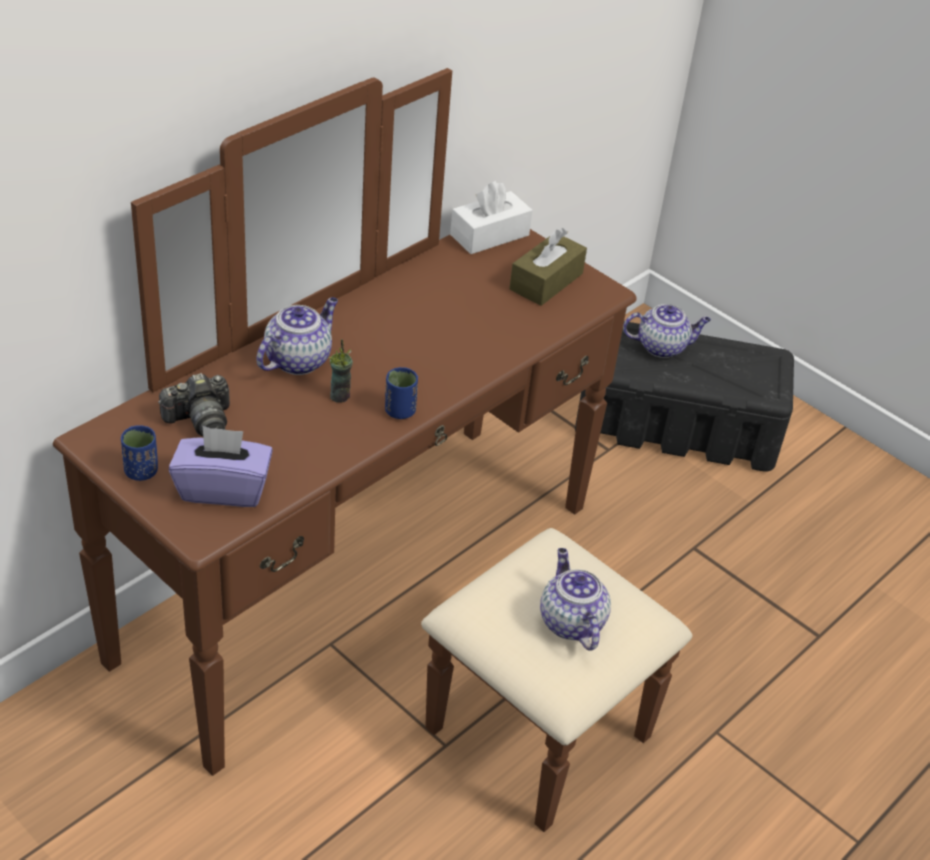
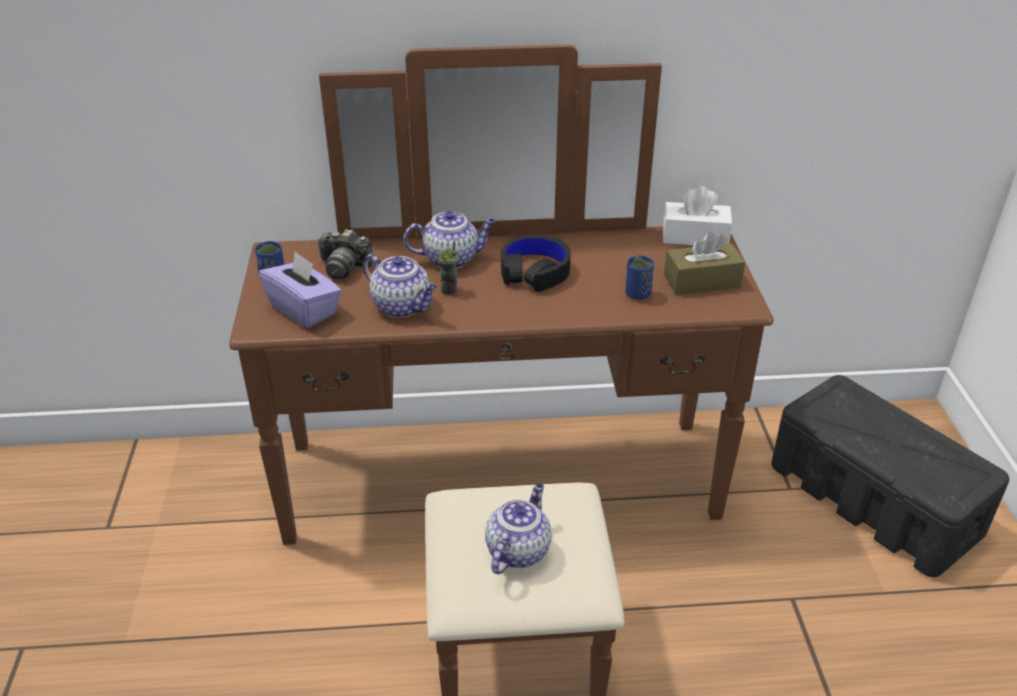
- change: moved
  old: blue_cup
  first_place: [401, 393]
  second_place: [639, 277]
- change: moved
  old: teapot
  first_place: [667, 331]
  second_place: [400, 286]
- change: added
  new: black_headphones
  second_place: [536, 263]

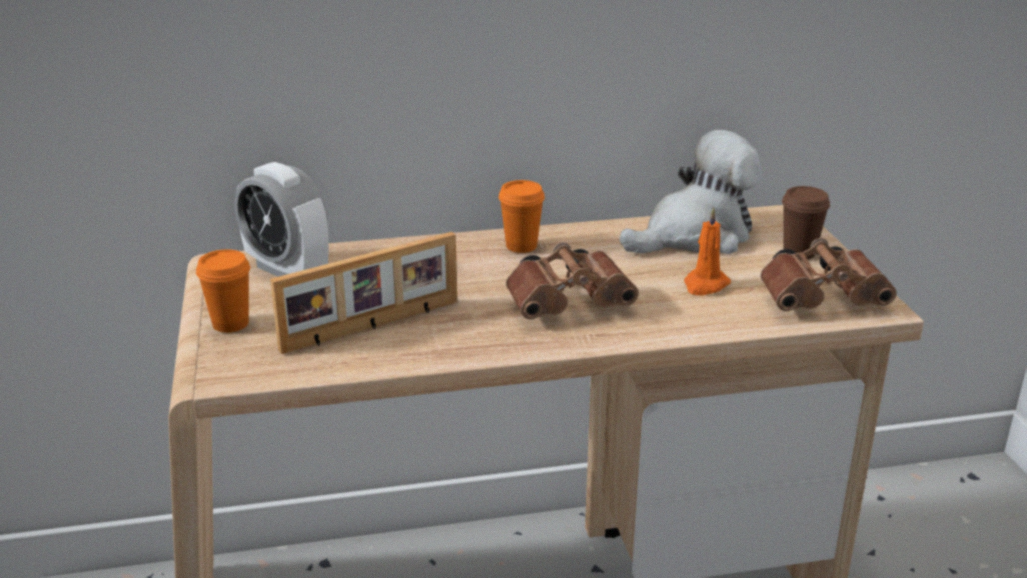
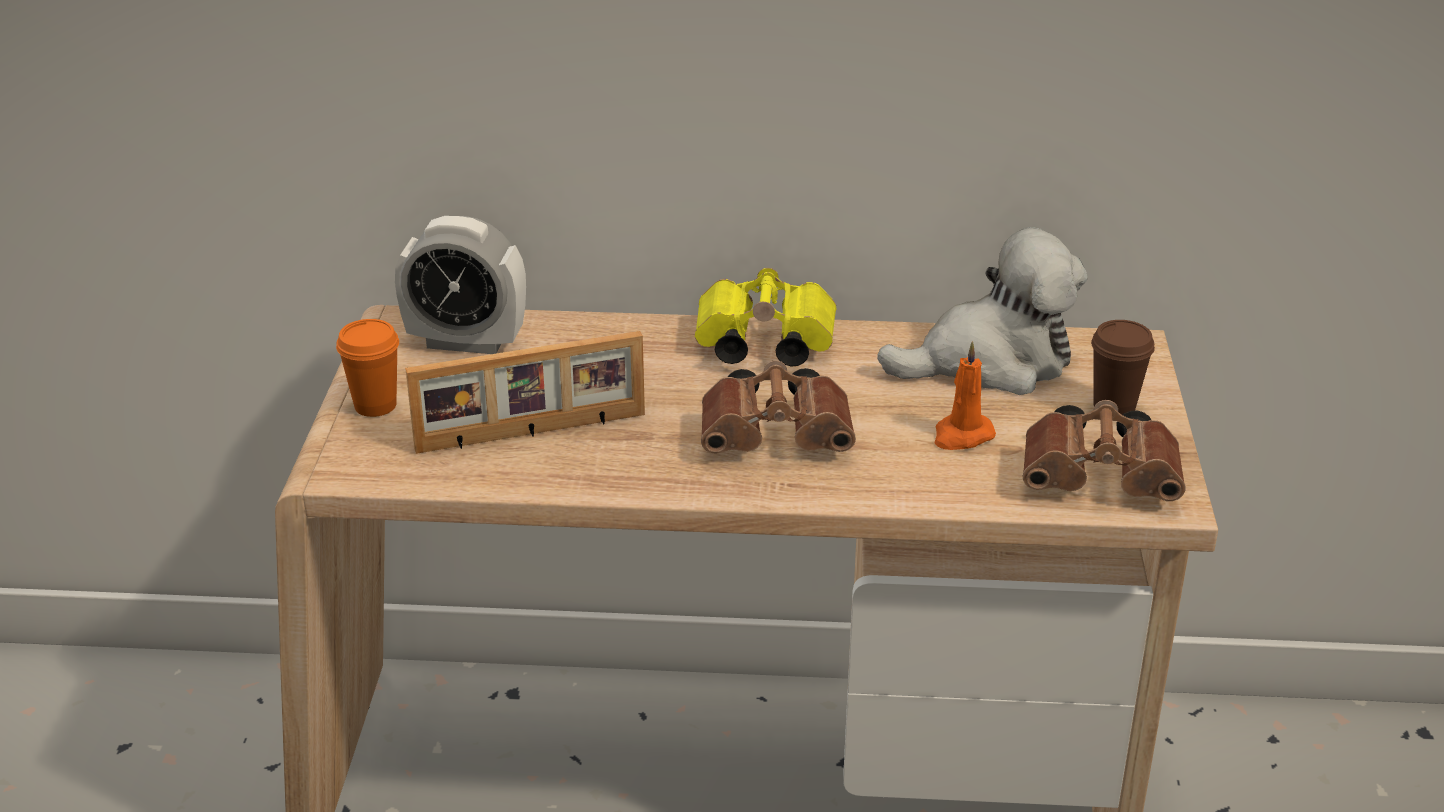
- change: turned
  old: alarm_clock
  first_place: [281, 219]
  second_place: [460, 285]
  degrees: -45
- change: replaced
  old: orange_cup
  new: yellow_binoculars
  first_place: [522, 216]
  second_place: [766, 317]

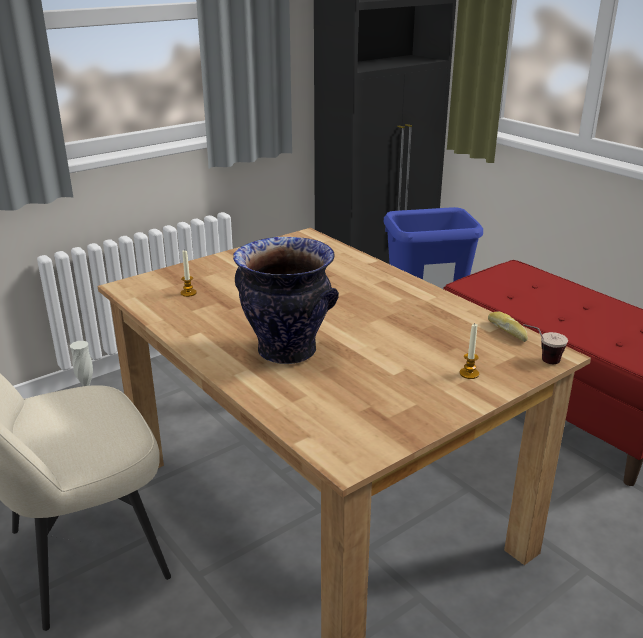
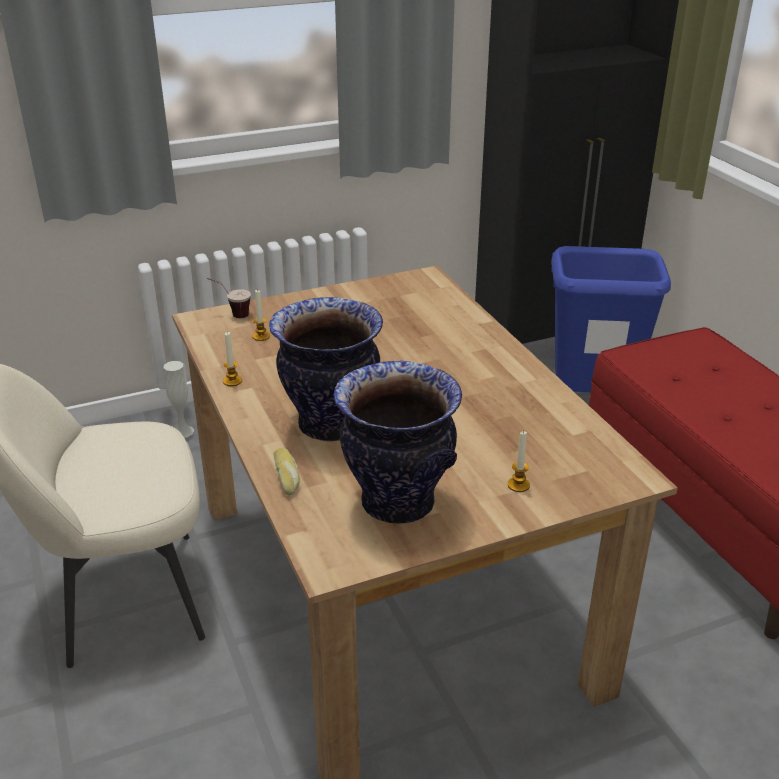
- change: moved
  old: bread
  first_place: [508, 327]
  second_place: [287, 472]
- change: moved
  old: cup
  first_place: [545, 344]
  second_place: [229, 298]
- change: added
  new: candle
  second_place: [232, 359]
- change: added
  new: vase
  second_place: [398, 442]

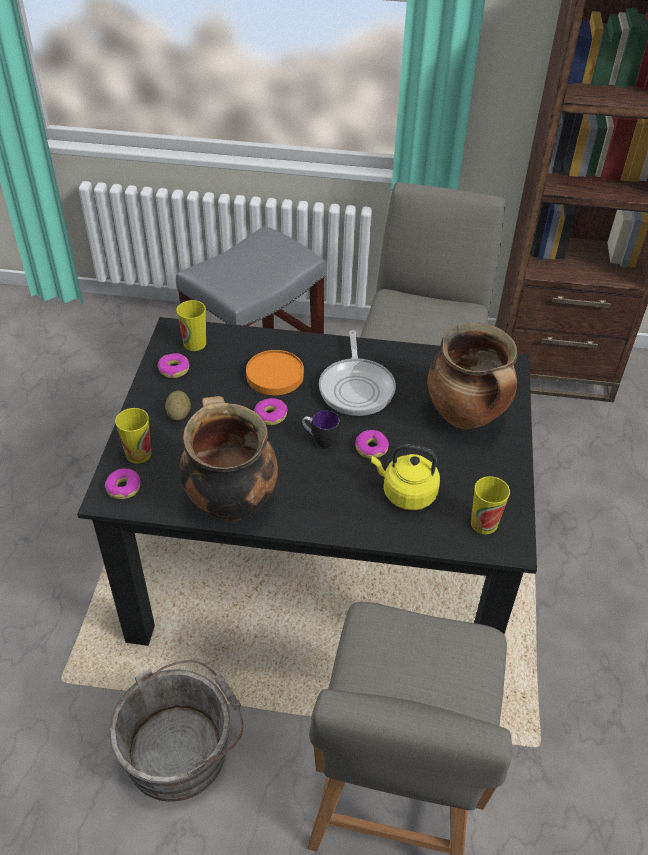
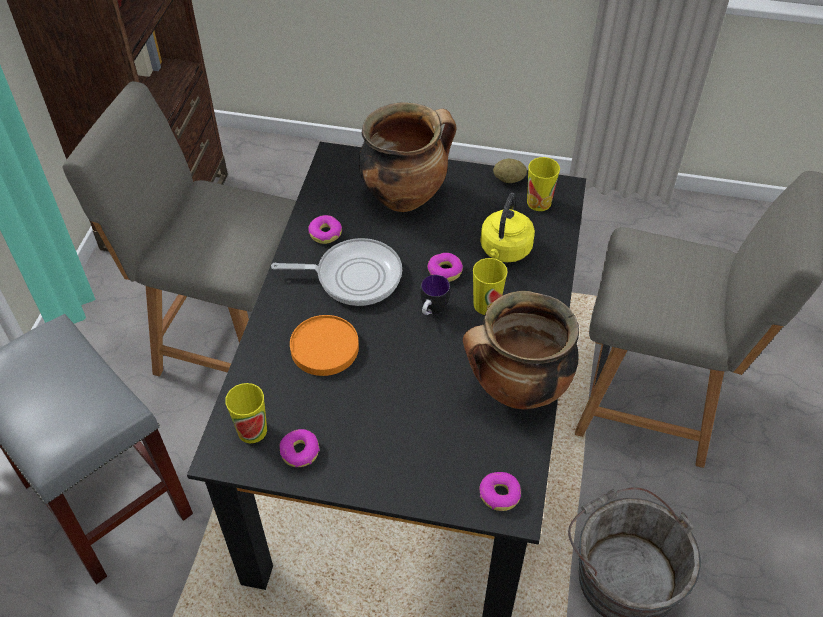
- change: moved
  old: cup
  first_place: [133, 436]
  second_place: [490, 286]
- change: moved
  old: potato
  first_place: [178, 405]
  second_place: [510, 171]
- change: moved
  old: donut
  first_place: [270, 411]
  second_place: [325, 229]

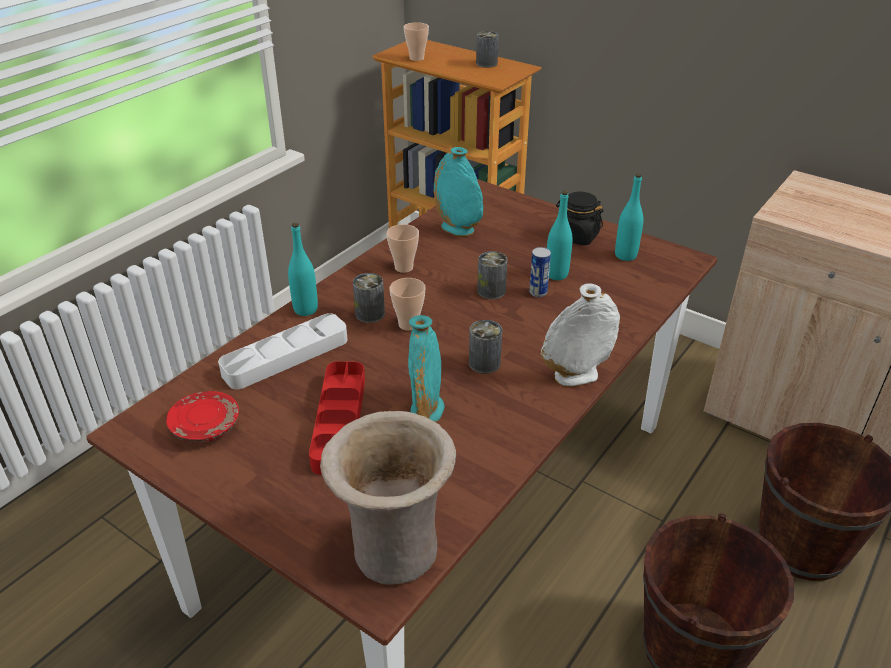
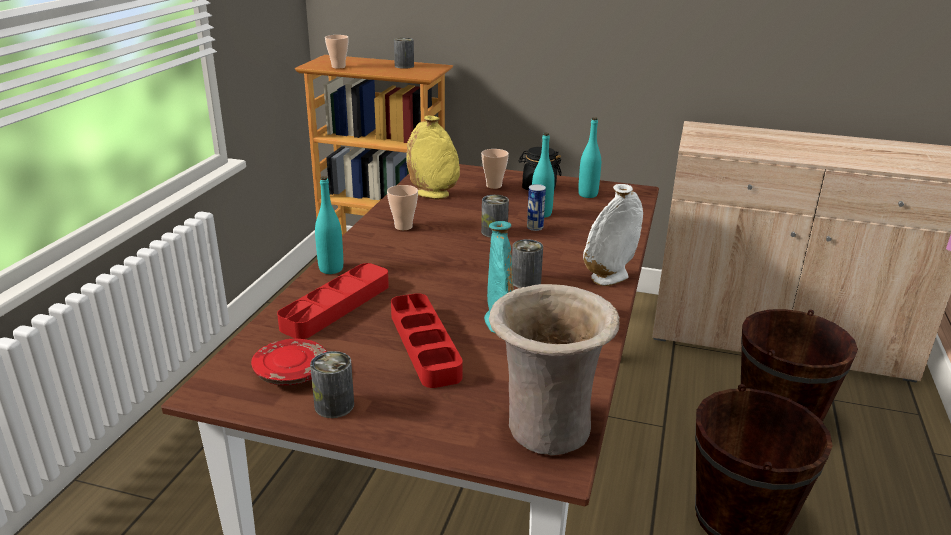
- change: recoloured
  old: white_tray
  new: red_tray
  first_place: [282, 351]
  second_place: [333, 301]
- change: moved
  old: can
  first_place: [369, 298]
  second_place: [332, 384]
- change: moved
  old: cup
  first_place: [407, 304]
  second_place: [495, 169]
- change: recoloured
  old: turquoise_vase
  new: yellow_vase
  first_place: [458, 192]
  second_place: [433, 158]

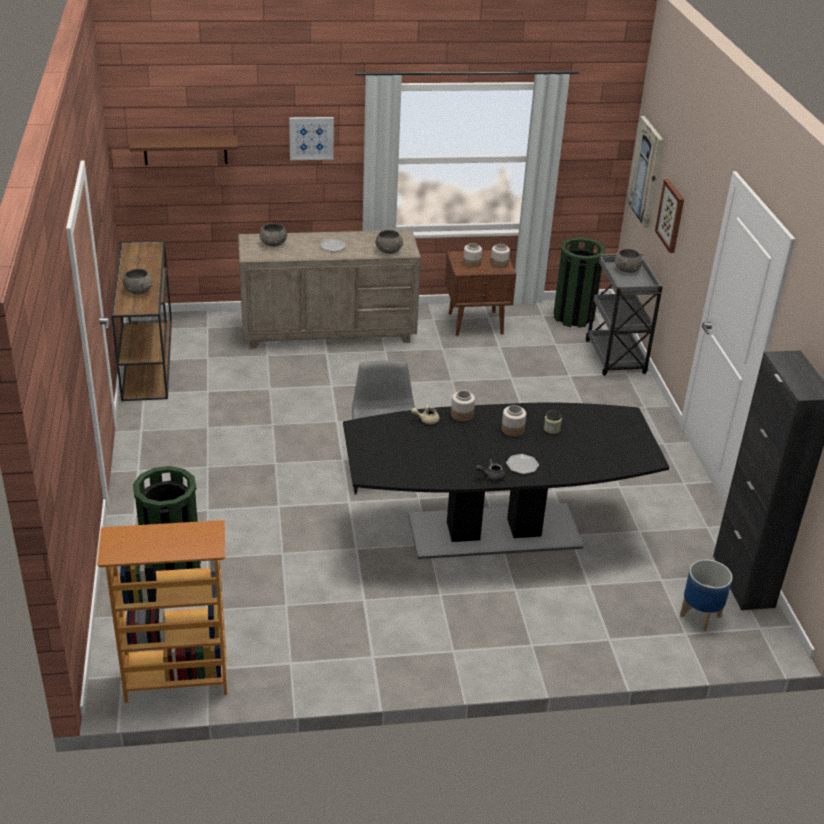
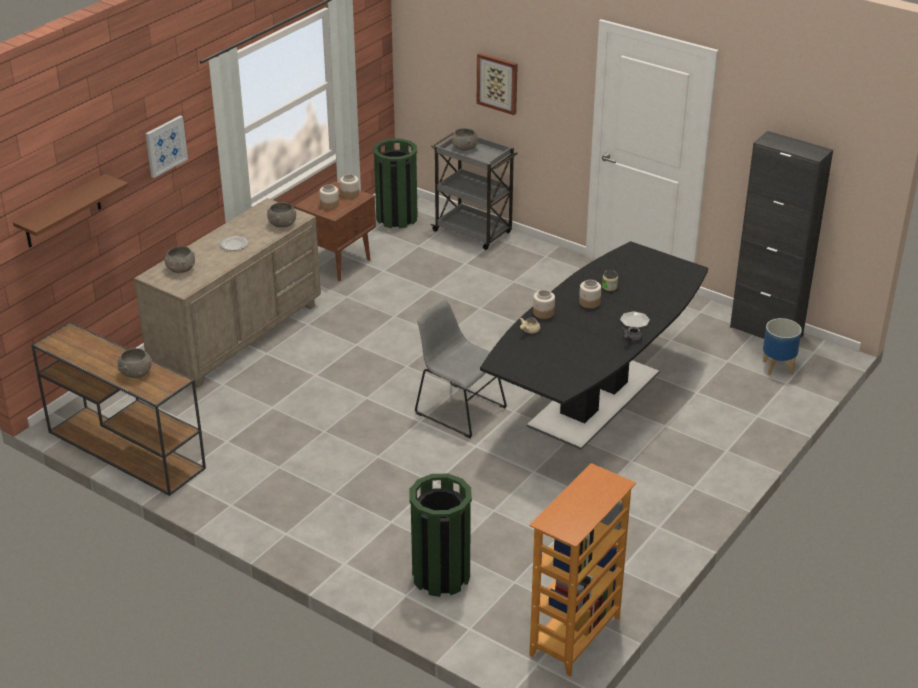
- change: removed
  old: picture
  first_place: [645, 172]

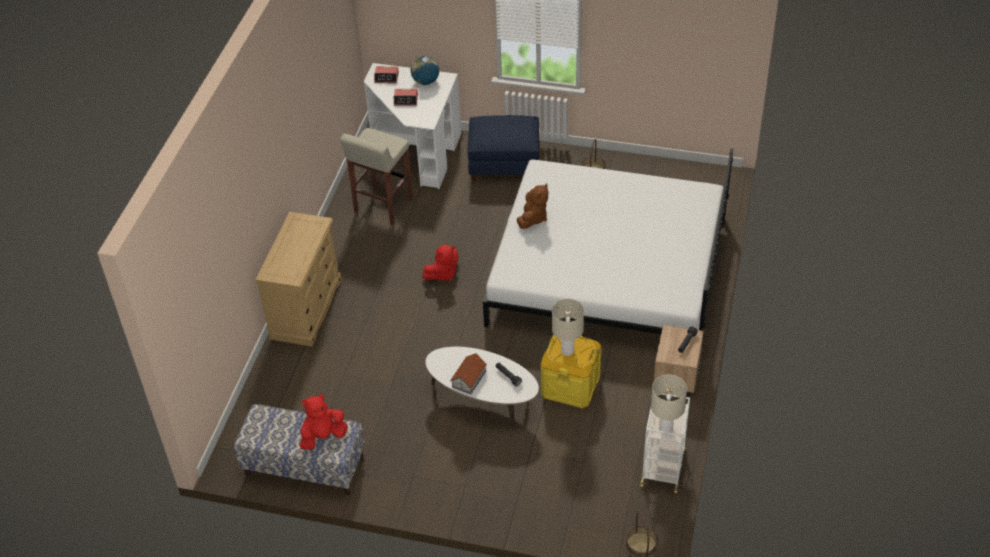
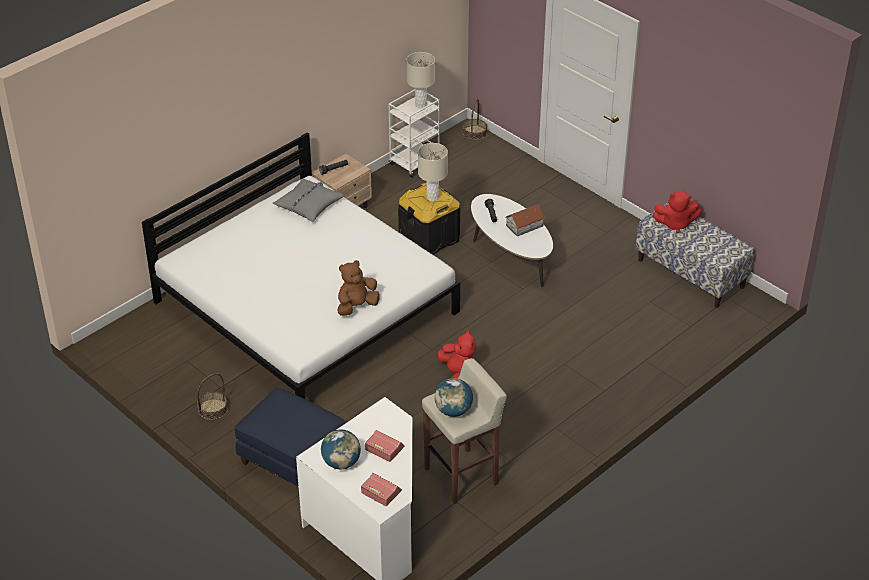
- change: removed
  old: beige_dresser
  first_place: [298, 279]
- change: turned
  old: red_plush_toy
  first_place: [441, 262]
  second_place: [456, 354]
  degrees: 75
- change: recoloured
  old: yellow_storage_box
  new: black_storage_box
  first_place: [571, 371]
  second_place: [429, 218]
- change: added
  new: grey_pillow
  second_place: [308, 200]
- change: added
  new: globe
  second_place: [454, 397]

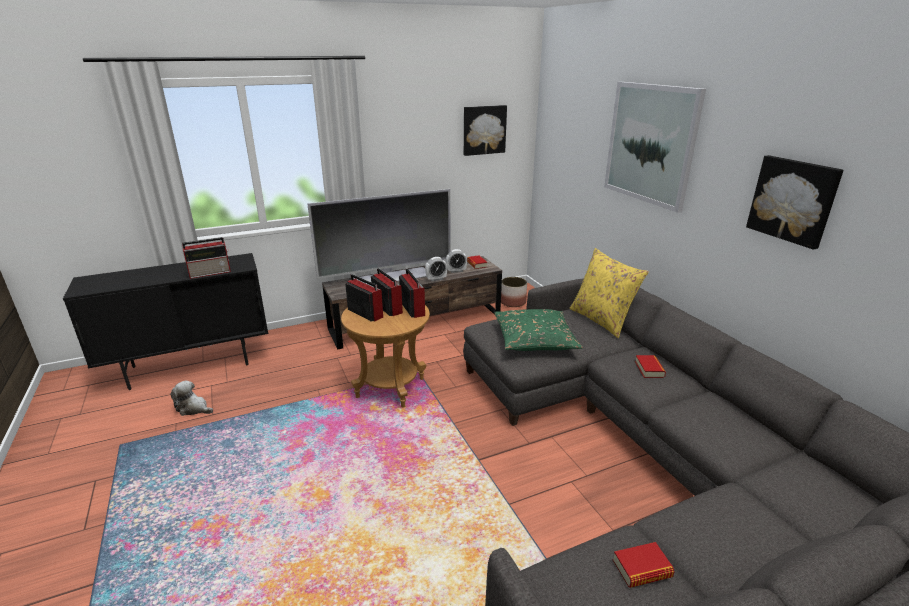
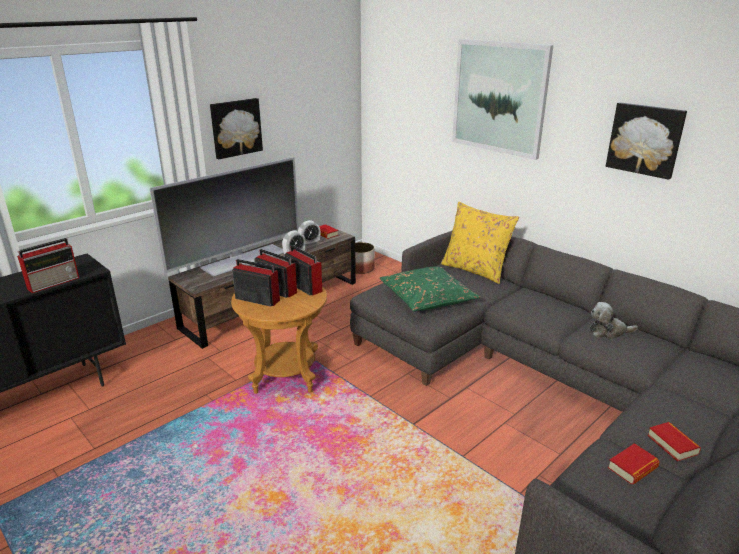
- change: moved
  old: plush_toy
  first_place: [191, 398]
  second_place: [614, 320]
- change: moved
  old: picture
  first_place: [485, 130]
  second_place: [236, 128]
- change: moved
  old: book
  first_place: [650, 366]
  second_place: [674, 442]

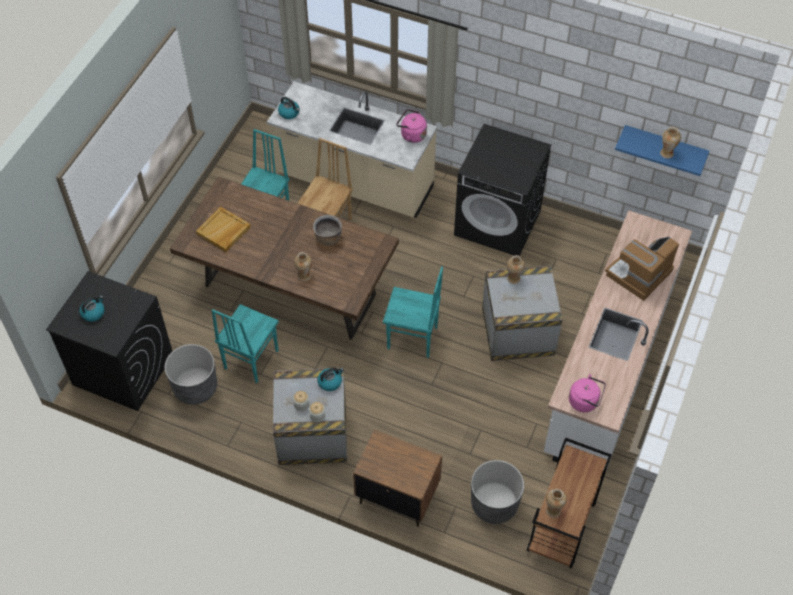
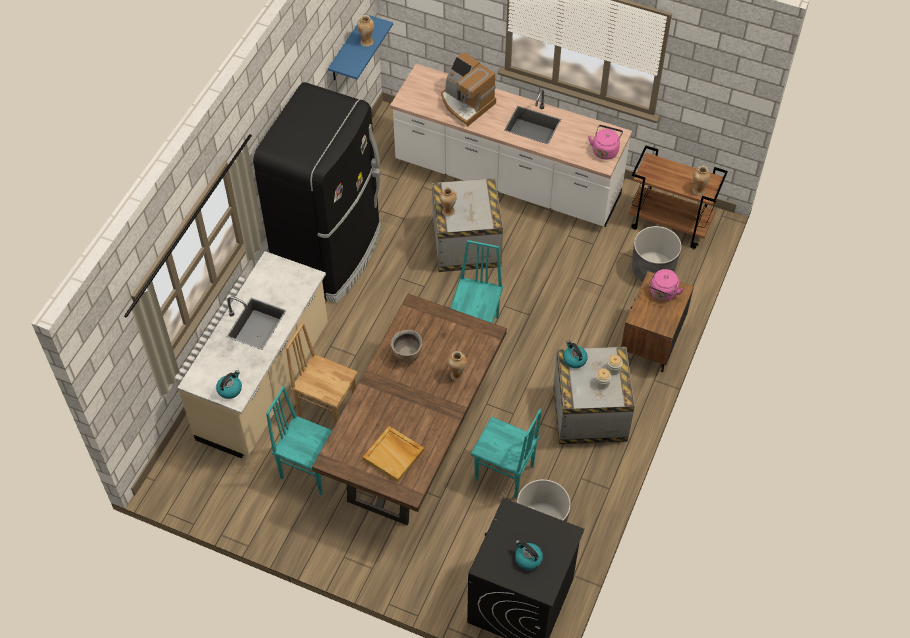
- change: moved
  old: pink_kettle
  first_place: [411, 126]
  second_place: [666, 285]
- change: replaced
  old: black_washing_machine
  new: black_fridge
  first_place: [503, 190]
  second_place: [317, 192]

